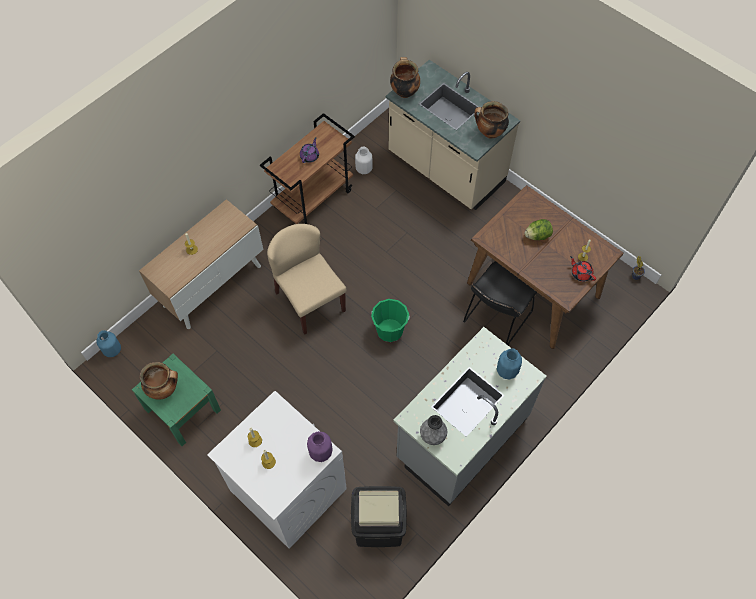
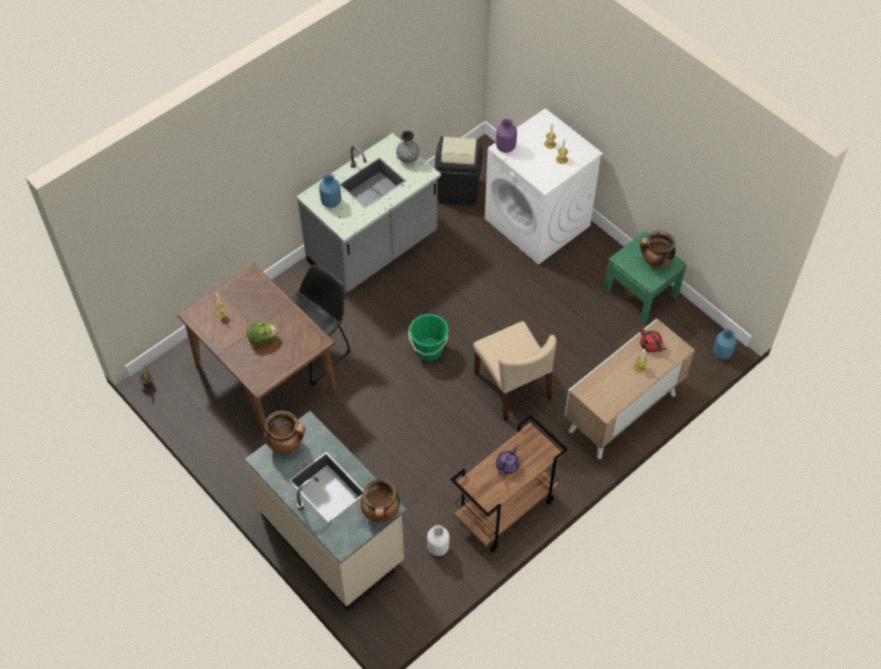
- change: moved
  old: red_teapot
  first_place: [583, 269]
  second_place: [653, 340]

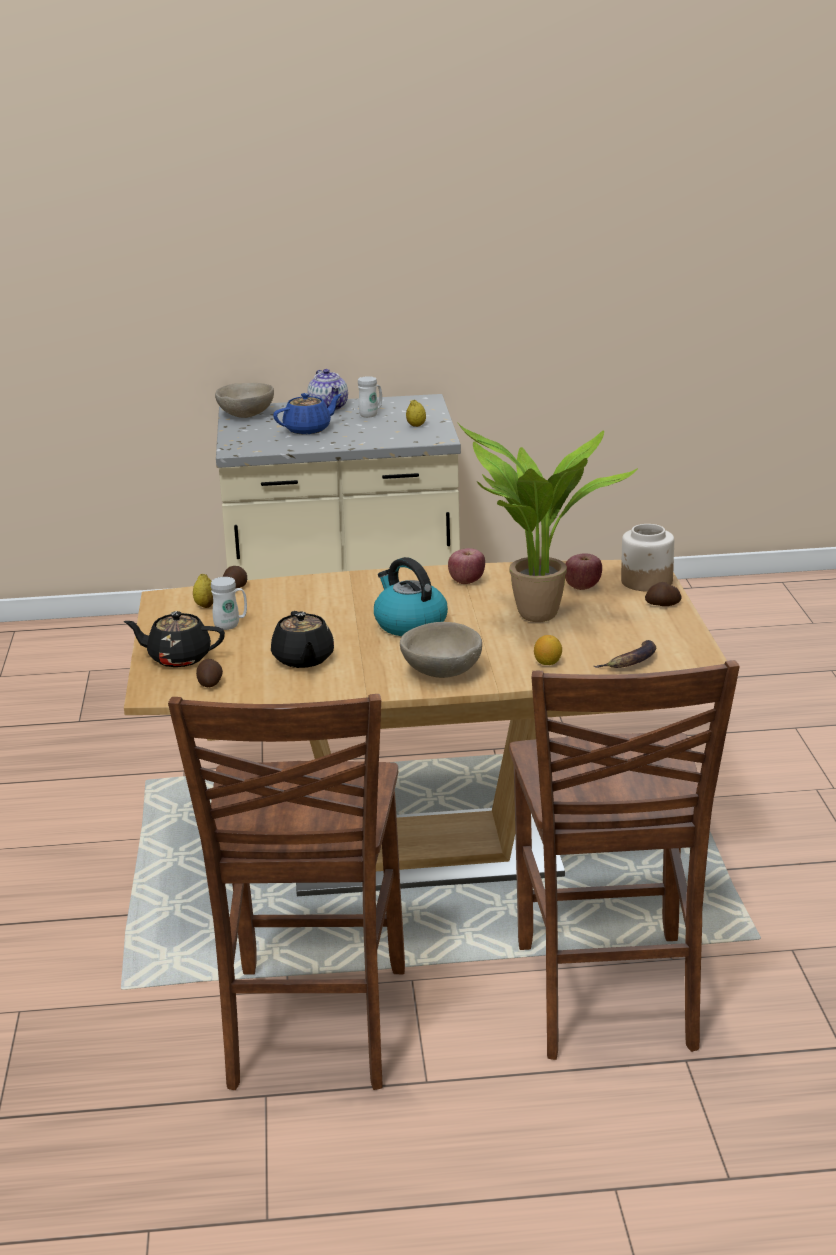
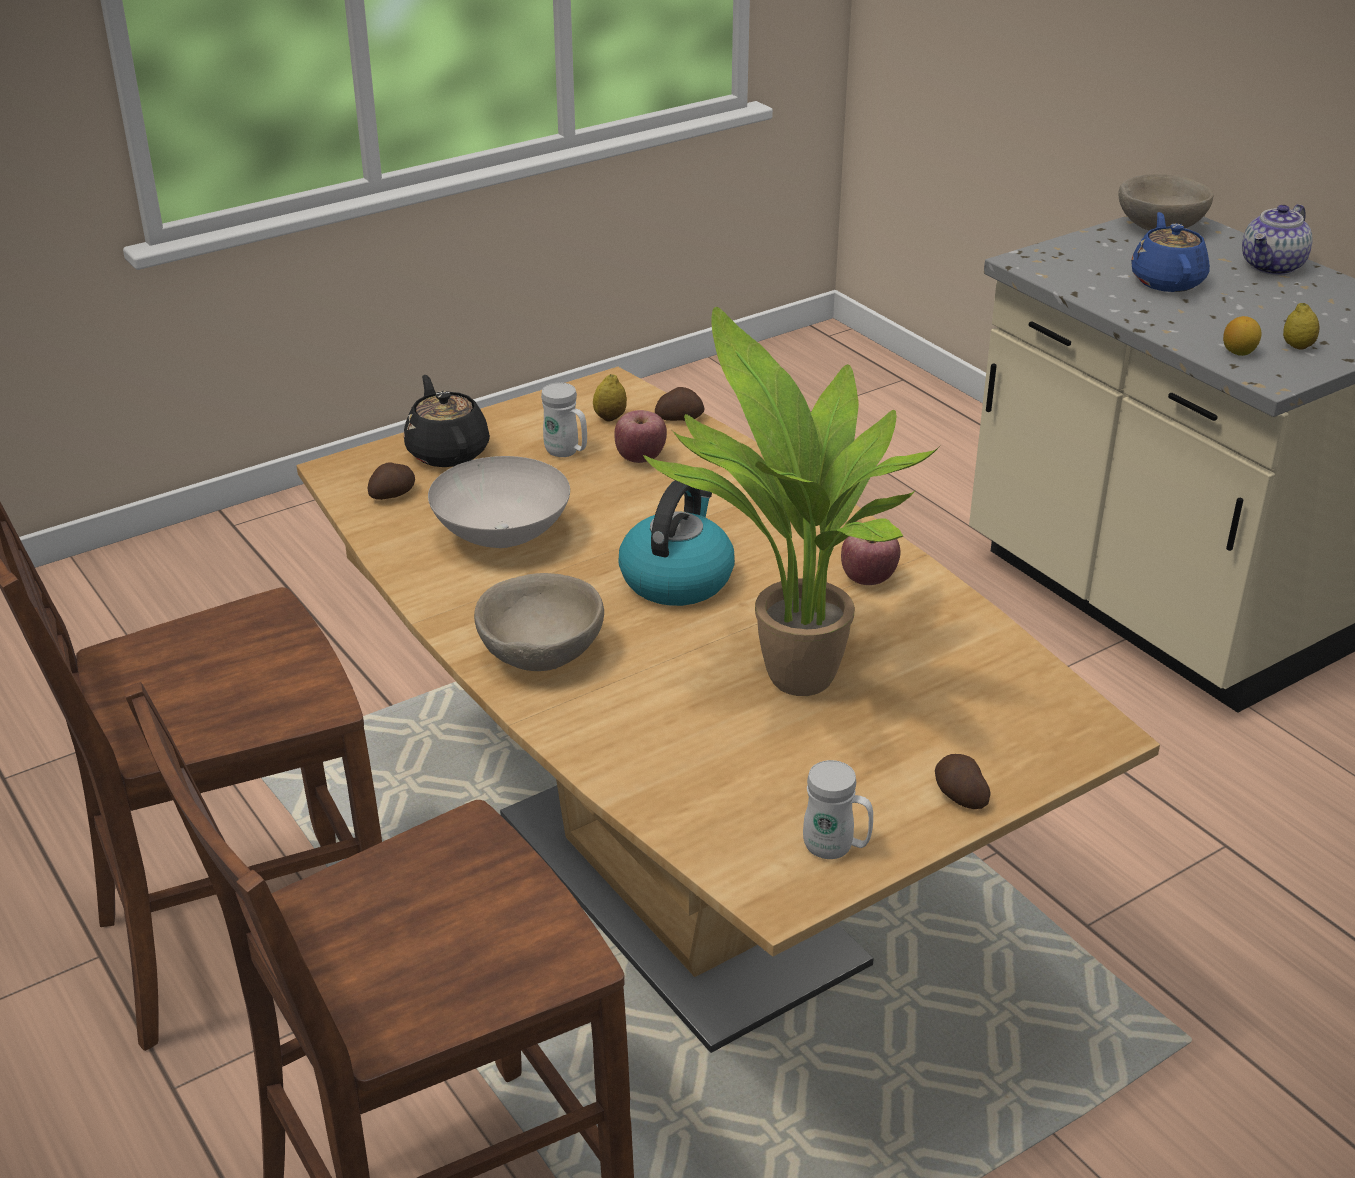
- change: replaced
  old: black_teapot
  new: white_bowl
  first_place: [302, 639]
  second_place: [499, 502]
- change: turned
  old: blue_teapot
  first_place: [307, 413]
  second_place: [1170, 252]
  degrees: -120
- change: moved
  old: white_mug
  first_place: [370, 397]
  second_place: [838, 809]
- change: moved
  old: lemon
  first_place: [548, 650]
  second_place: [1242, 336]
- change: moved
  old: apple
  first_place: [583, 571]
  second_place: [640, 436]
- change: removed
  old: banana
  first_place: [625, 654]
- change: removed
  old: jar
  first_place: [647, 558]

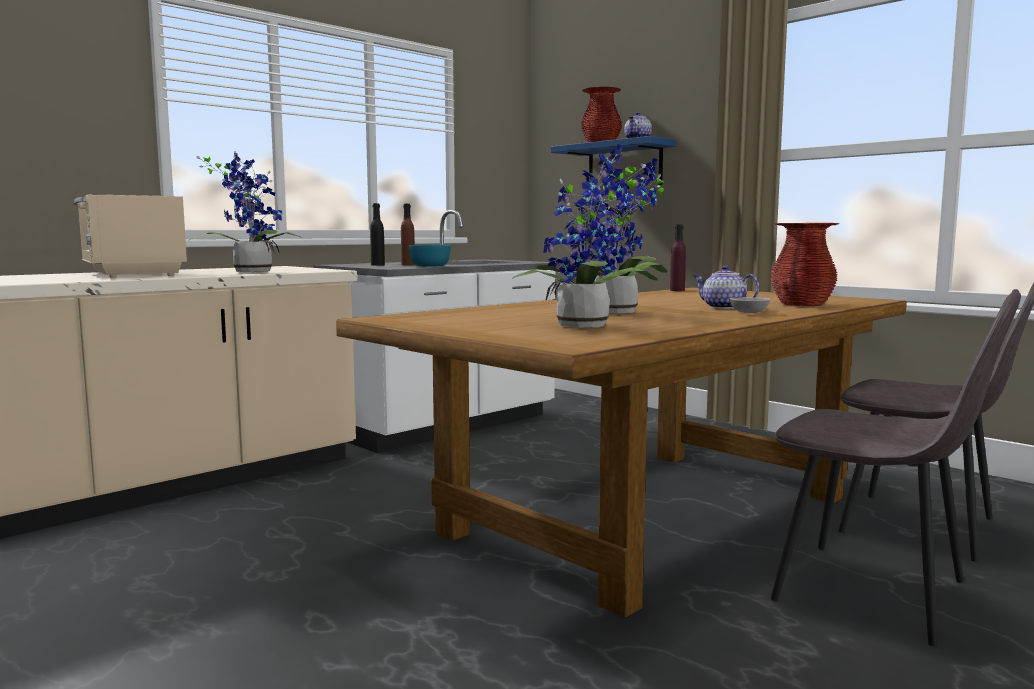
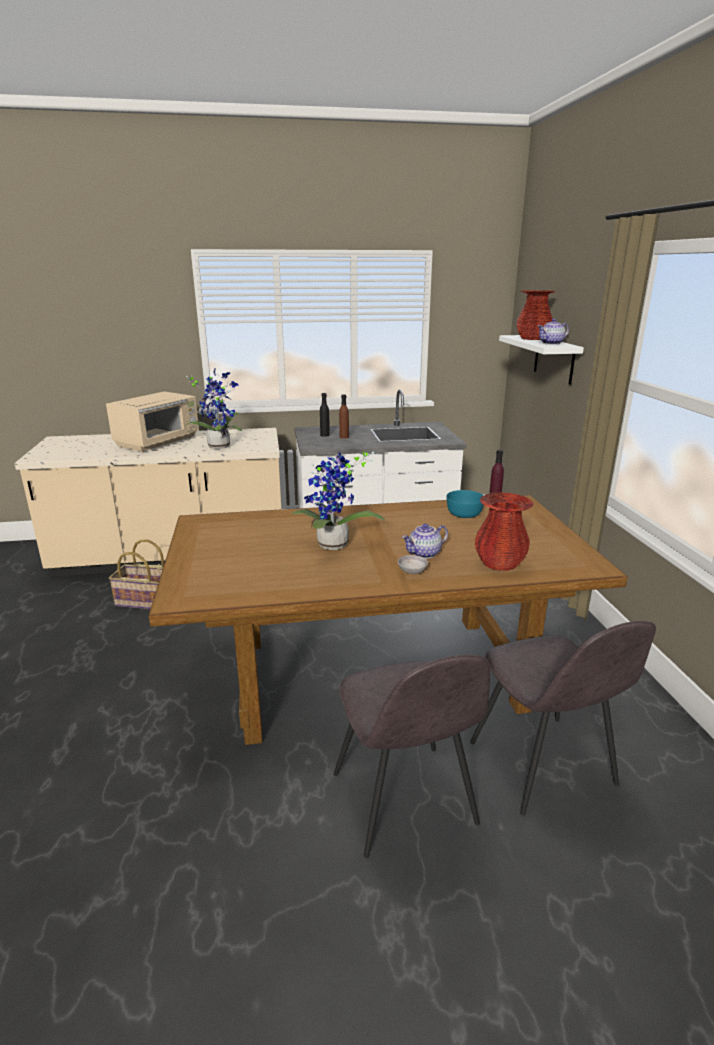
- change: turned
  old: beige_microwave
  first_place: [130, 236]
  second_place: [152, 421]
  degrees: -150
- change: moved
  old: turquoise_bowl
  first_place: [430, 256]
  second_place: [465, 504]
- change: removed
  old: potted_plant
  first_place: [585, 236]
- change: recoloured
  old: blue_shelf
  new: white_shelf
  first_place: [614, 160]
  second_place: [541, 360]
- change: turned
  old: teapot
  first_place: [726, 287]
  second_place: [425, 541]
  degrees: -105
- change: added
  new: basket
  second_place: [136, 574]

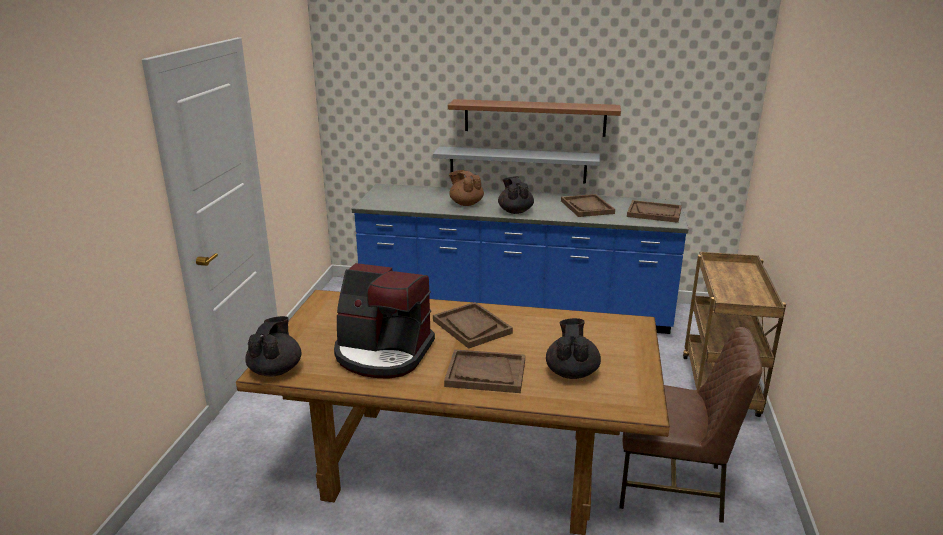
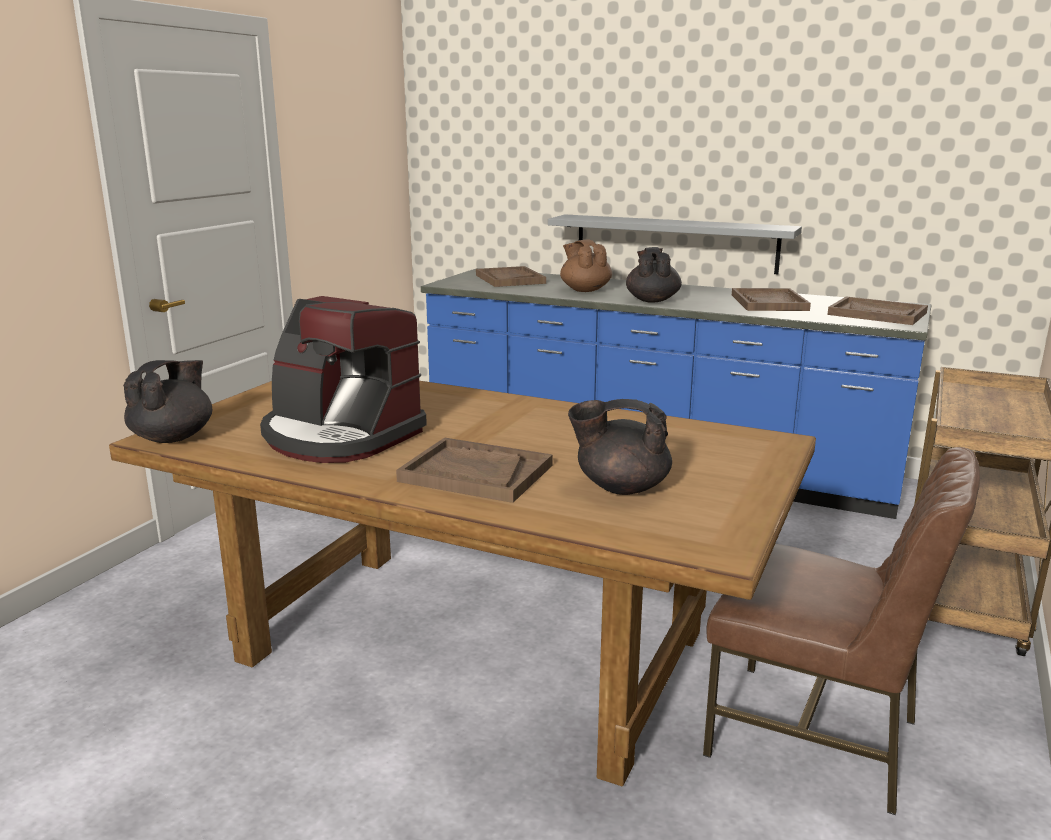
- change: moved
  old: brown_tray
  first_place: [473, 325]
  second_place: [511, 276]
- change: removed
  old: brown_shelf
  first_place: [534, 118]
- change: turned
  old: black_teapot
  first_place: [573, 348]
  second_place: [620, 447]
  degrees: -105

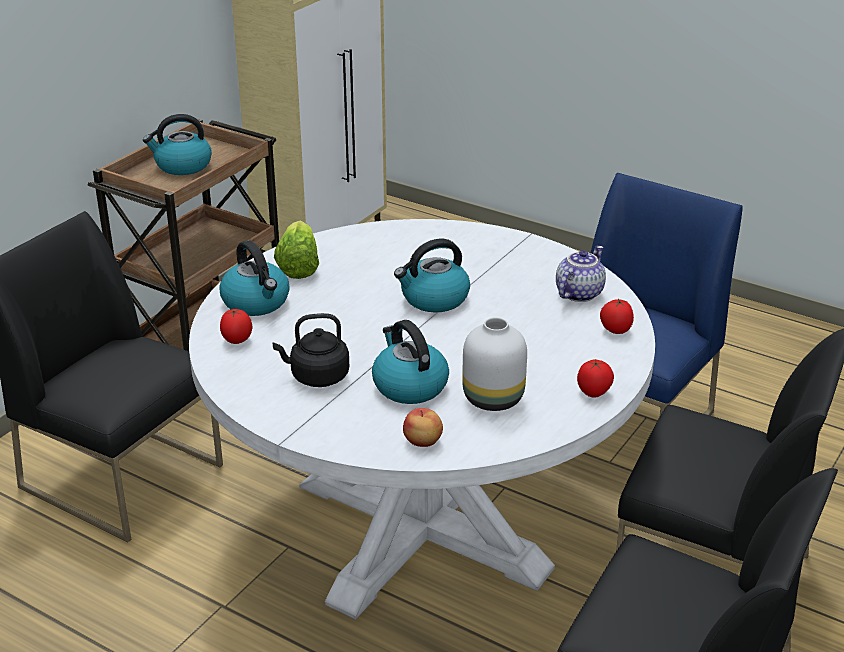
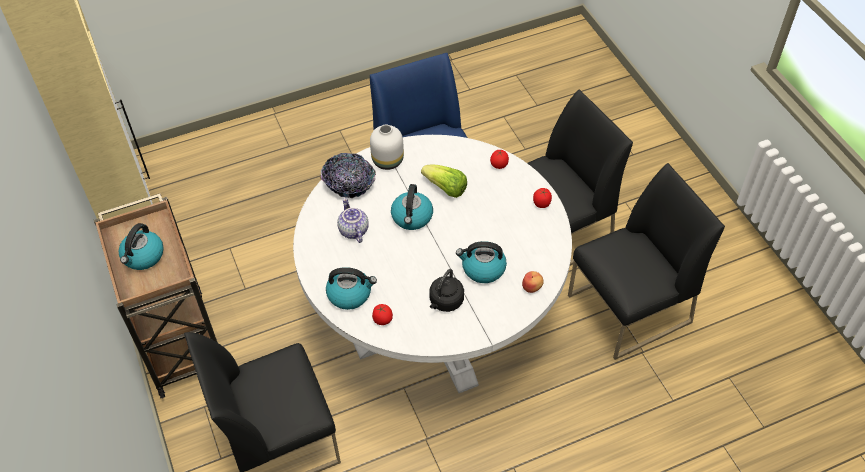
- change: moved
  old: lettuce
  first_place: [296, 250]
  second_place: [444, 181]
- change: moved
  old: white_vase
  first_place: [494, 364]
  second_place: [387, 147]
- change: moved
  old: teapot
  first_place: [581, 274]
  second_place: [353, 220]
- change: added
  new: bowl
  second_place: [348, 175]

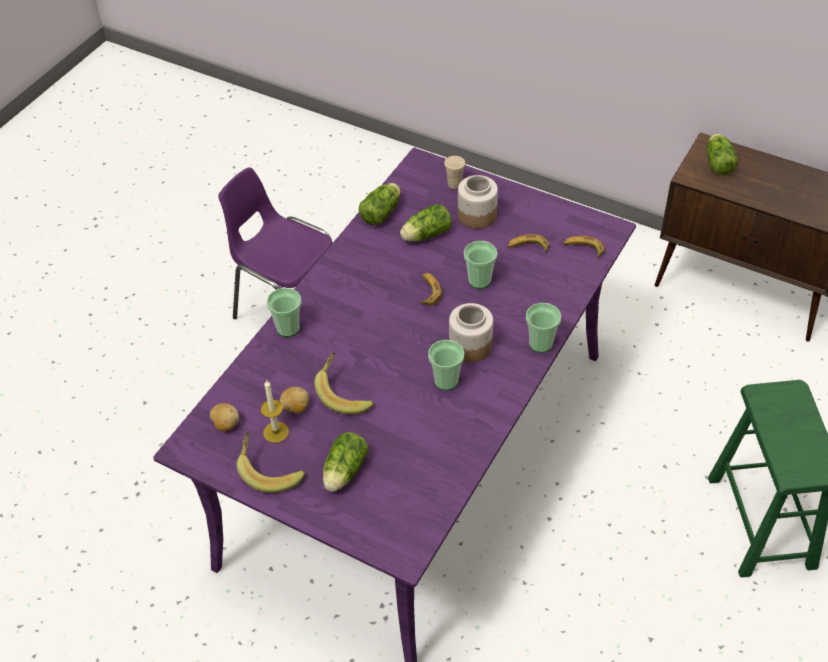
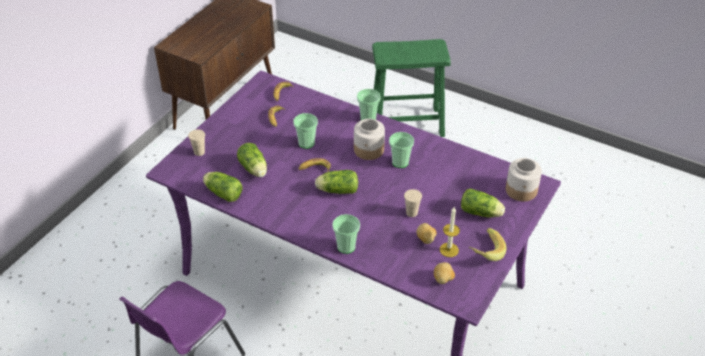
- change: replaced
  old: banana
  new: beige_cup
  first_place: [344, 382]
  second_place: [413, 203]
- change: moved
  old: jar
  first_place: [478, 202]
  second_place: [524, 180]
- change: moved
  old: lettuce
  first_place: [722, 154]
  second_place: [336, 182]

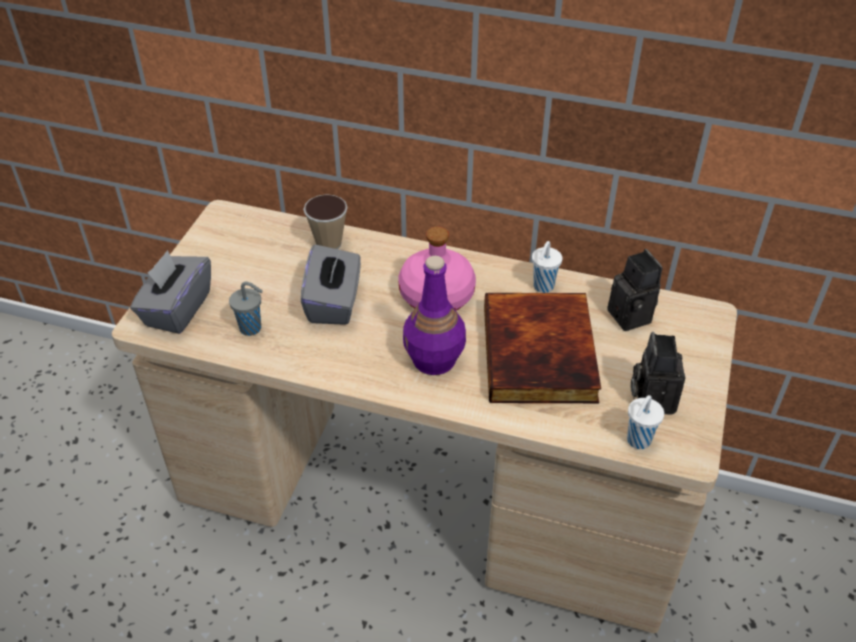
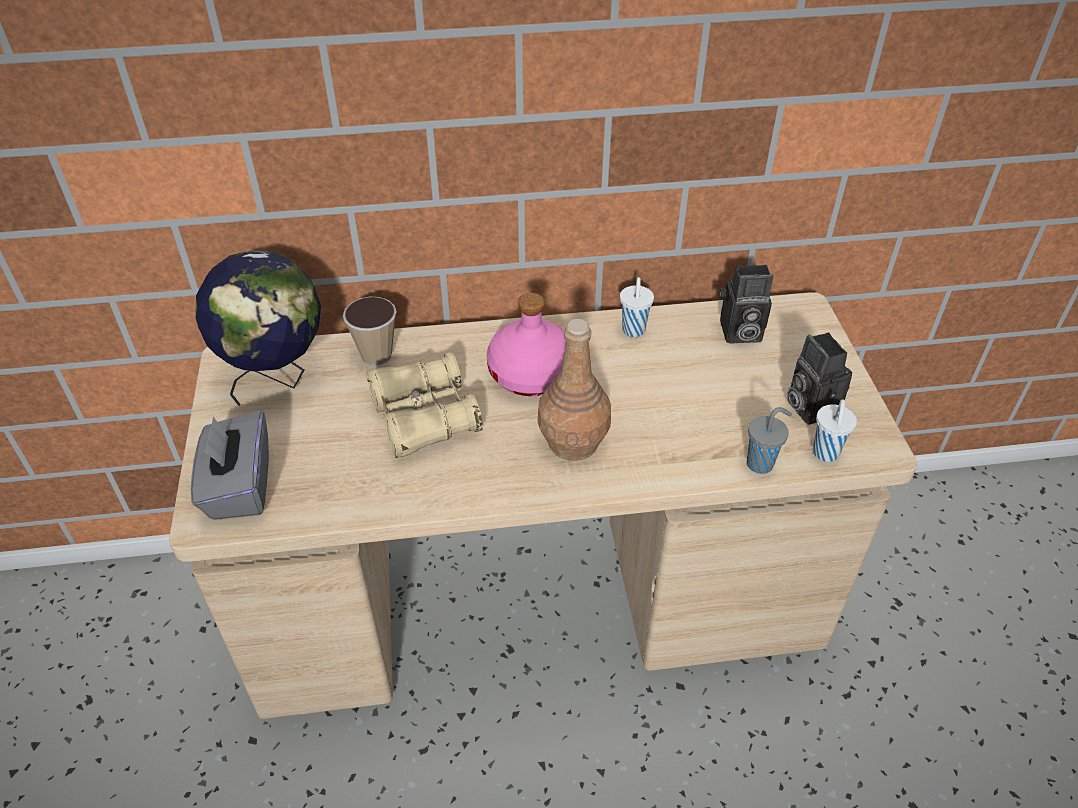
- change: moved
  old: grey_cup
  first_place: [246, 309]
  second_place: [769, 440]
- change: replaced
  old: grey_tissue_box
  new: beige_binoculars
  first_place: [331, 284]
  second_place: [424, 405]
- change: recoloured
  old: purple_bottle
  new: brown_bottle
  first_place: [434, 315]
  second_place: [574, 390]
- change: removed
  old: book
  first_place: [542, 348]
- change: turned
  old: photo_camera
  first_place: [634, 290]
  second_place: [746, 304]
  degrees: 135
- change: added
  new: globe
  second_place: [258, 328]

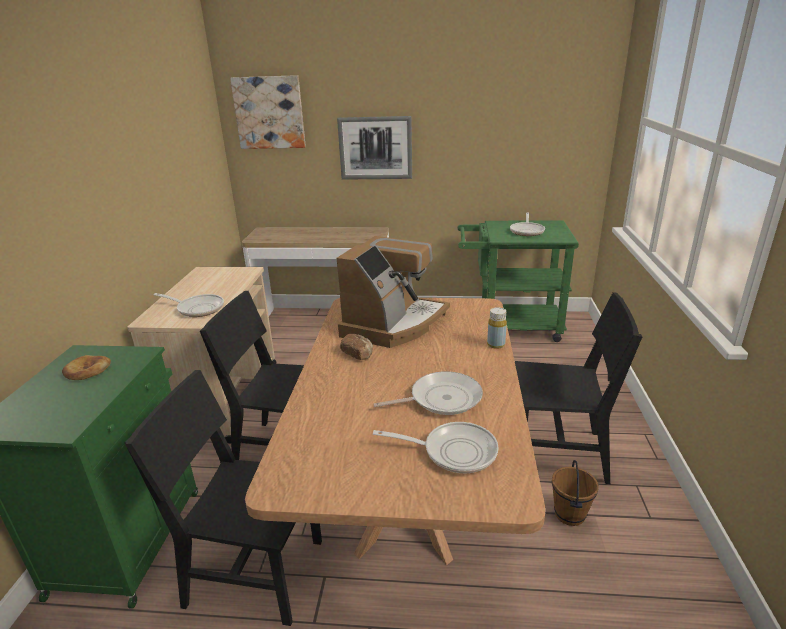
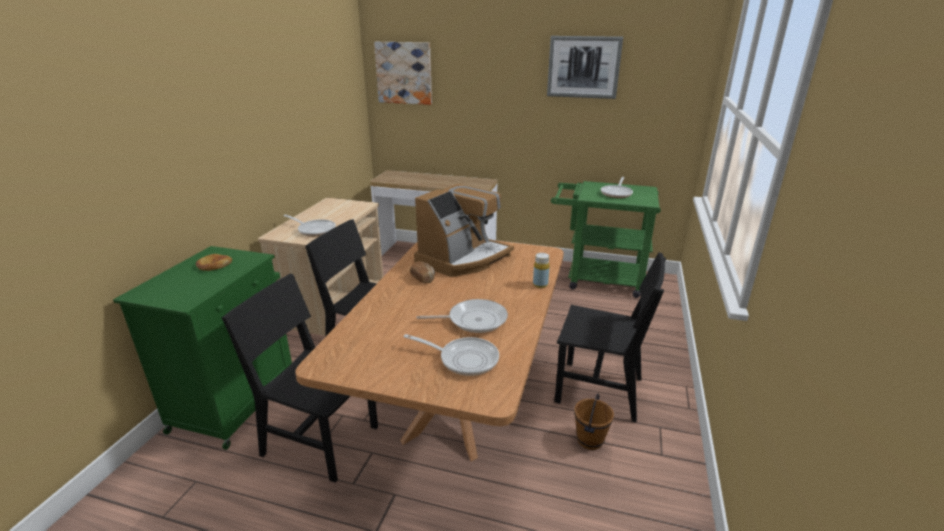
- change: moved
  old: picture
  first_place: [374, 148]
  second_place: [585, 67]

